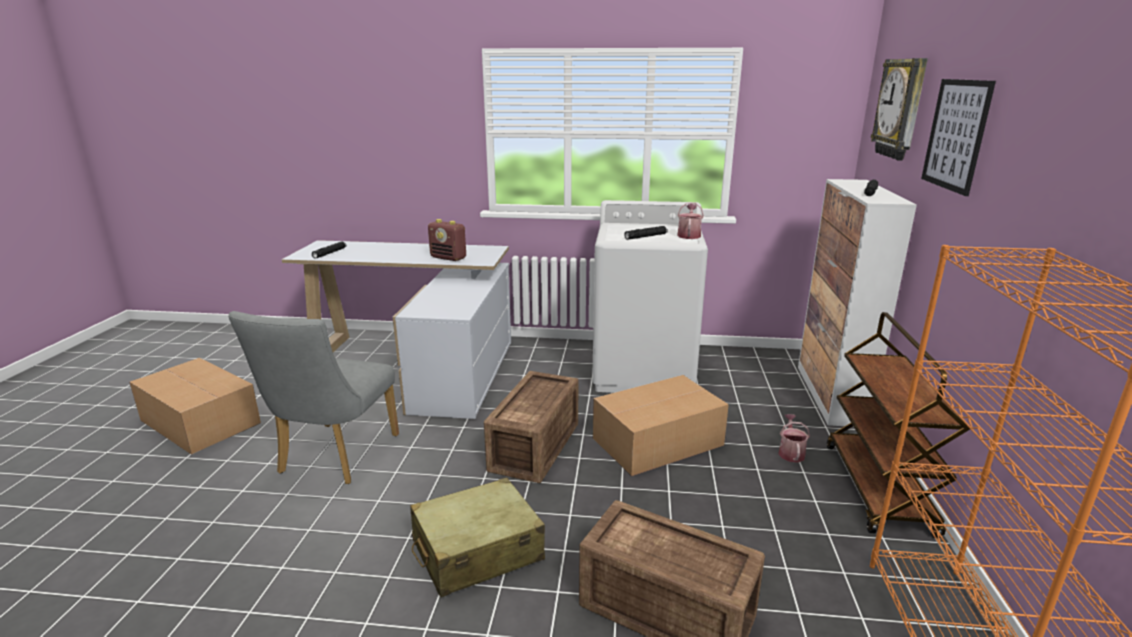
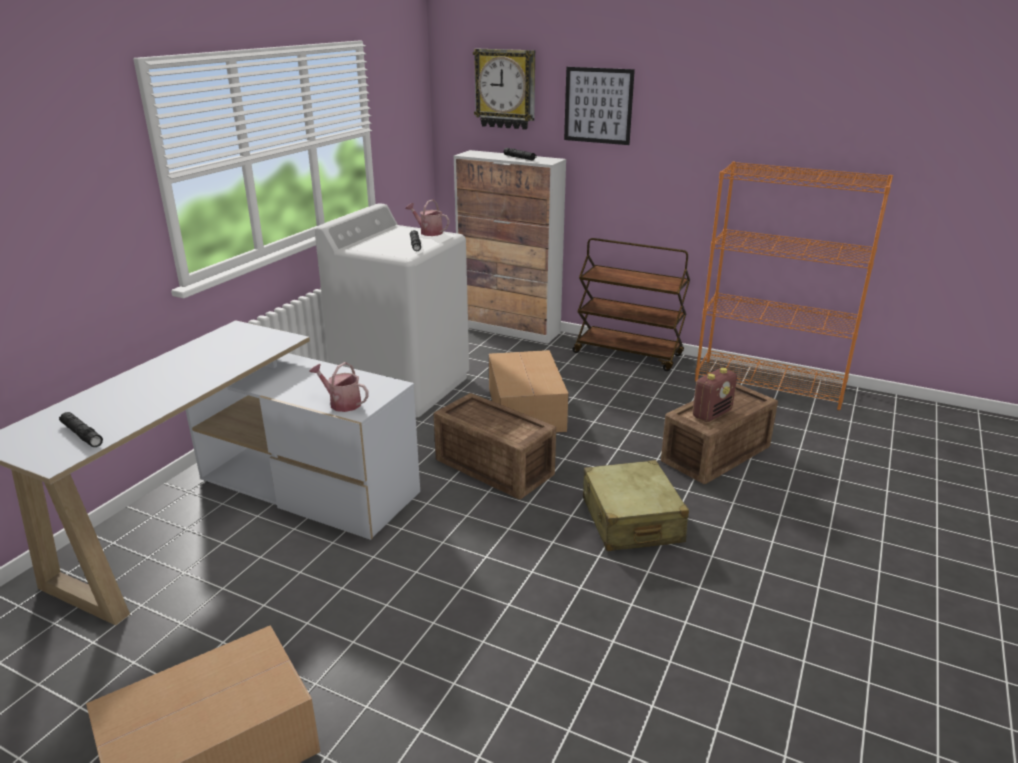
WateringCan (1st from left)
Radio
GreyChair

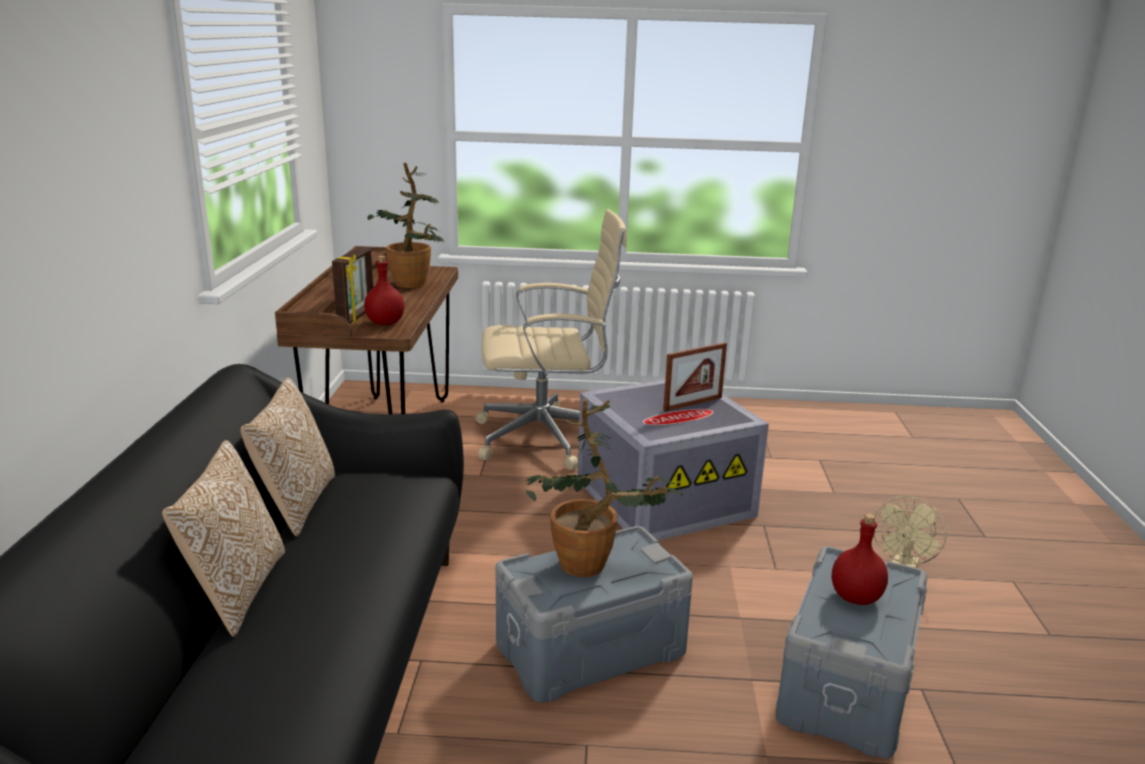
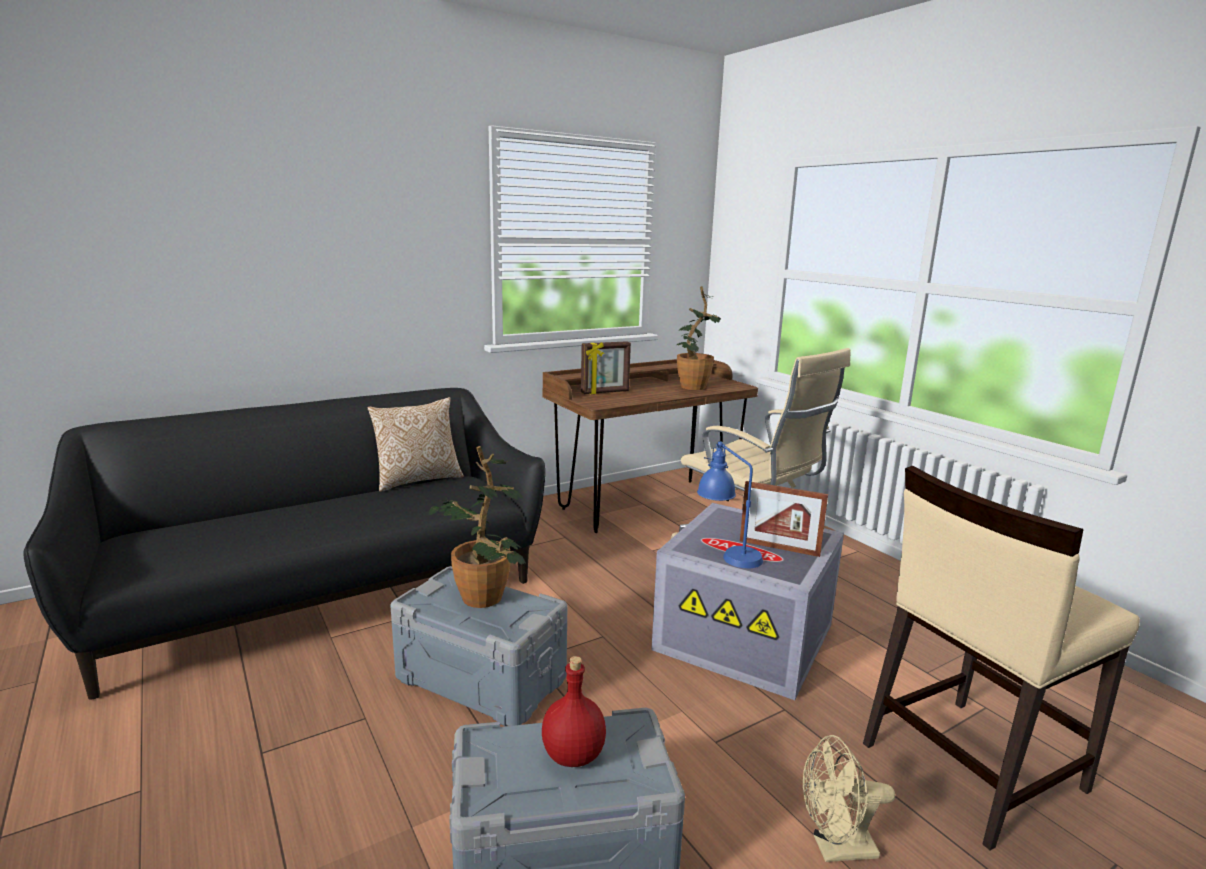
BlueTableLamp
BeigeChair
Pillow (1st from left in the first image)
RedBottle (1st from left in the first image)

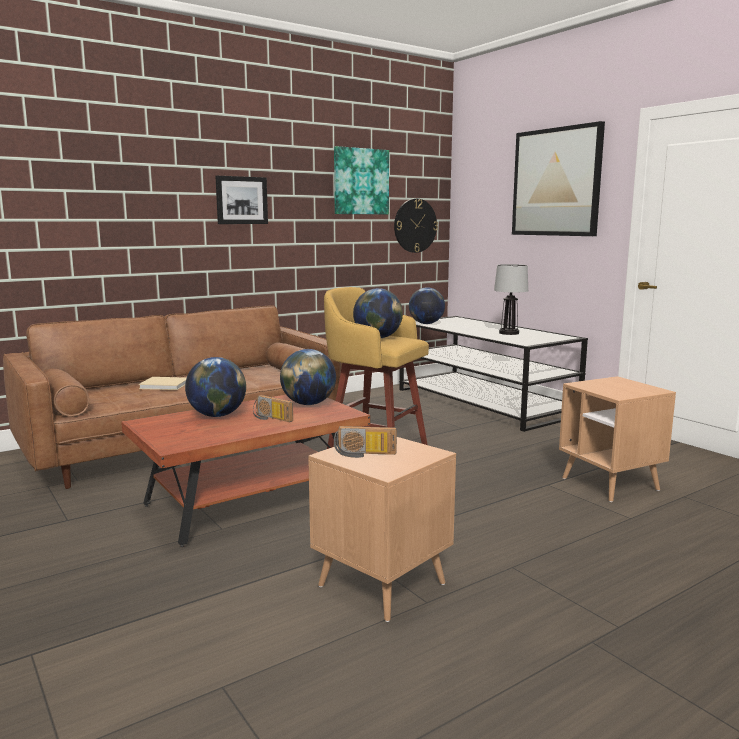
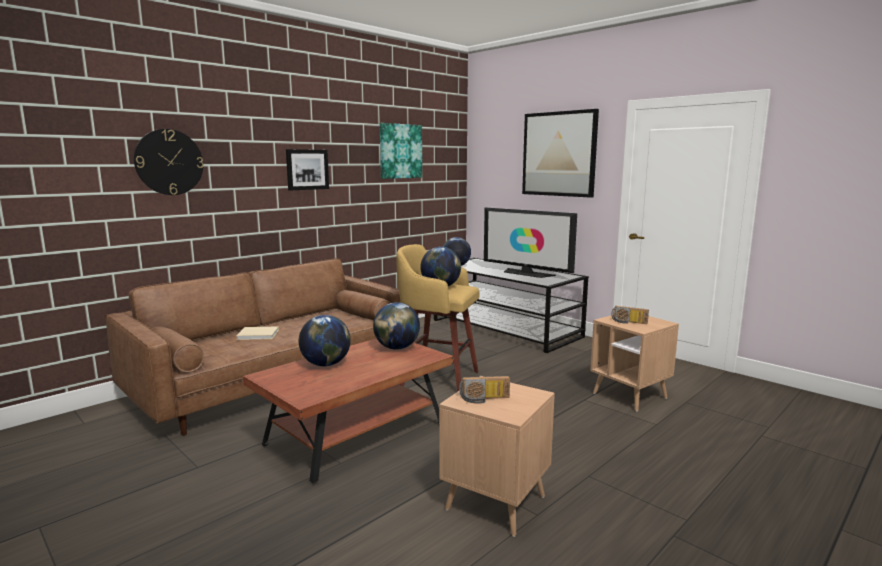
WallClock
Television
Radio (2nd from left)

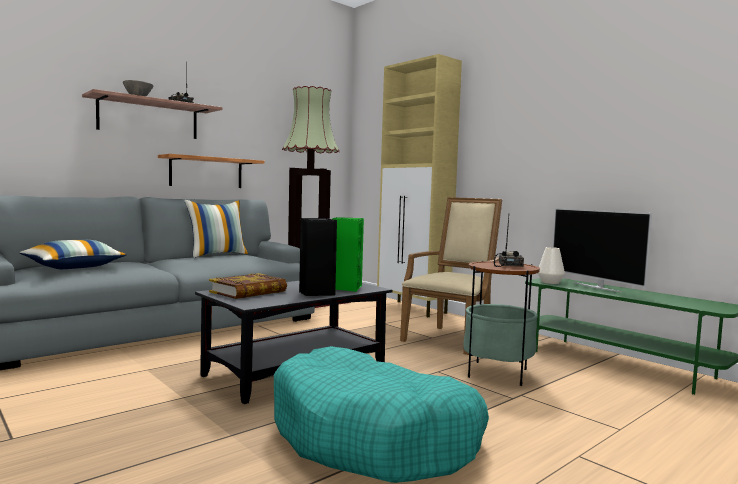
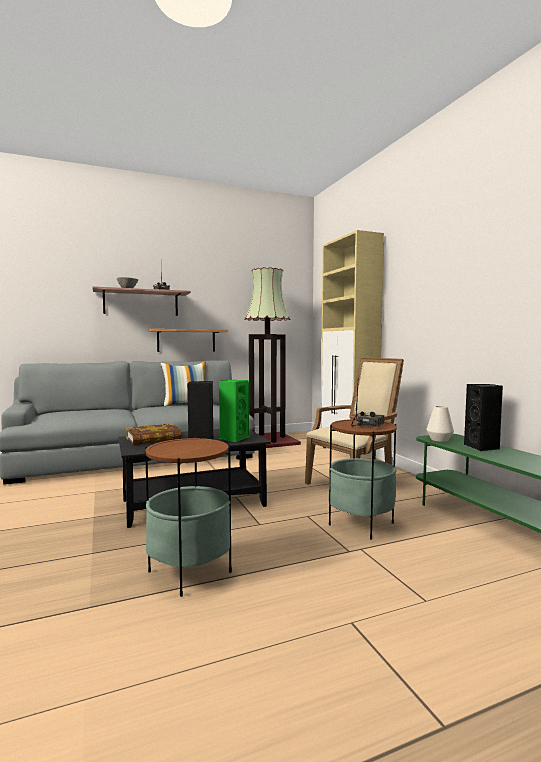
SideTable (1st from left)
BlackSpeaker (2nd from left)
Pillow (1st from left in the first image)

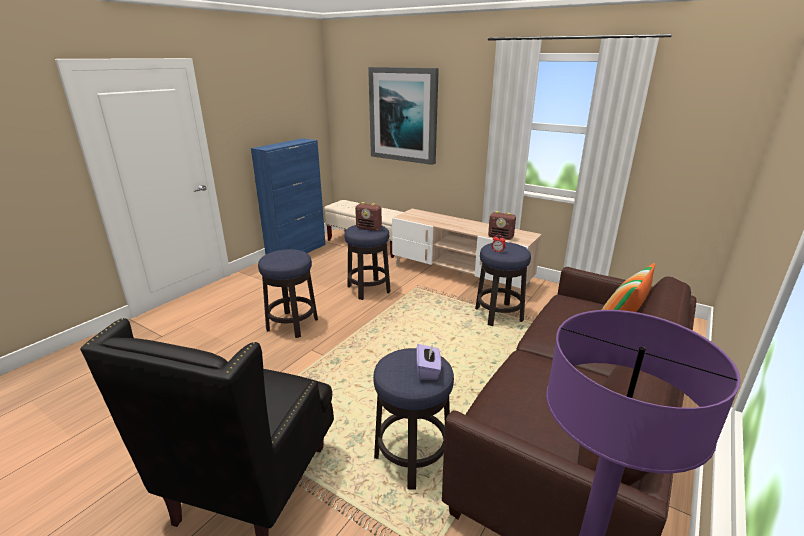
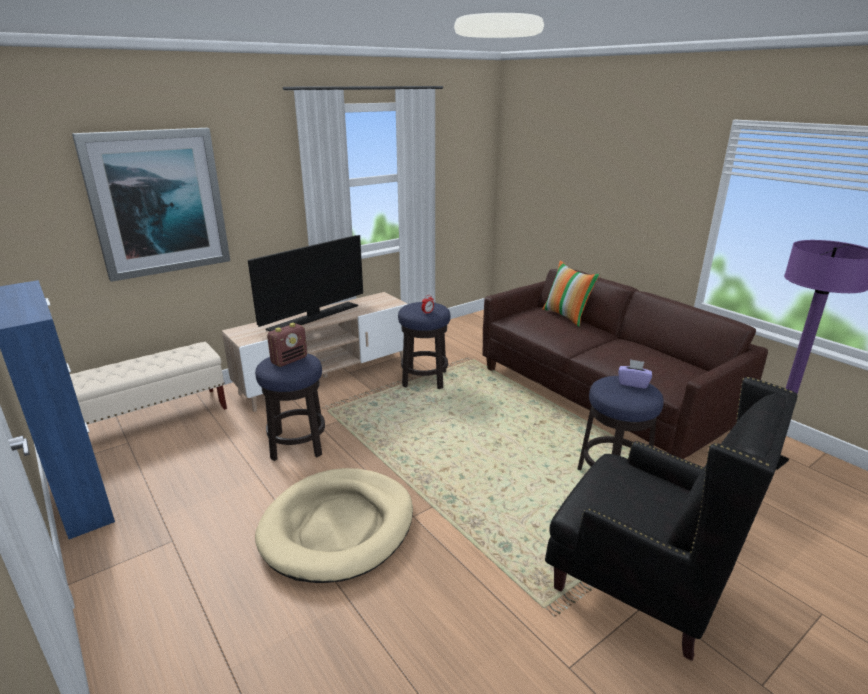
Television
BeigeDogBed
Radio (2nd from left in the first image)

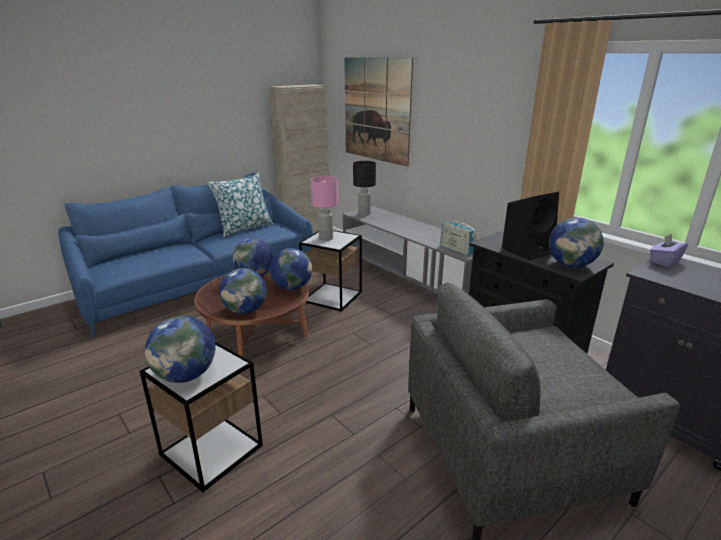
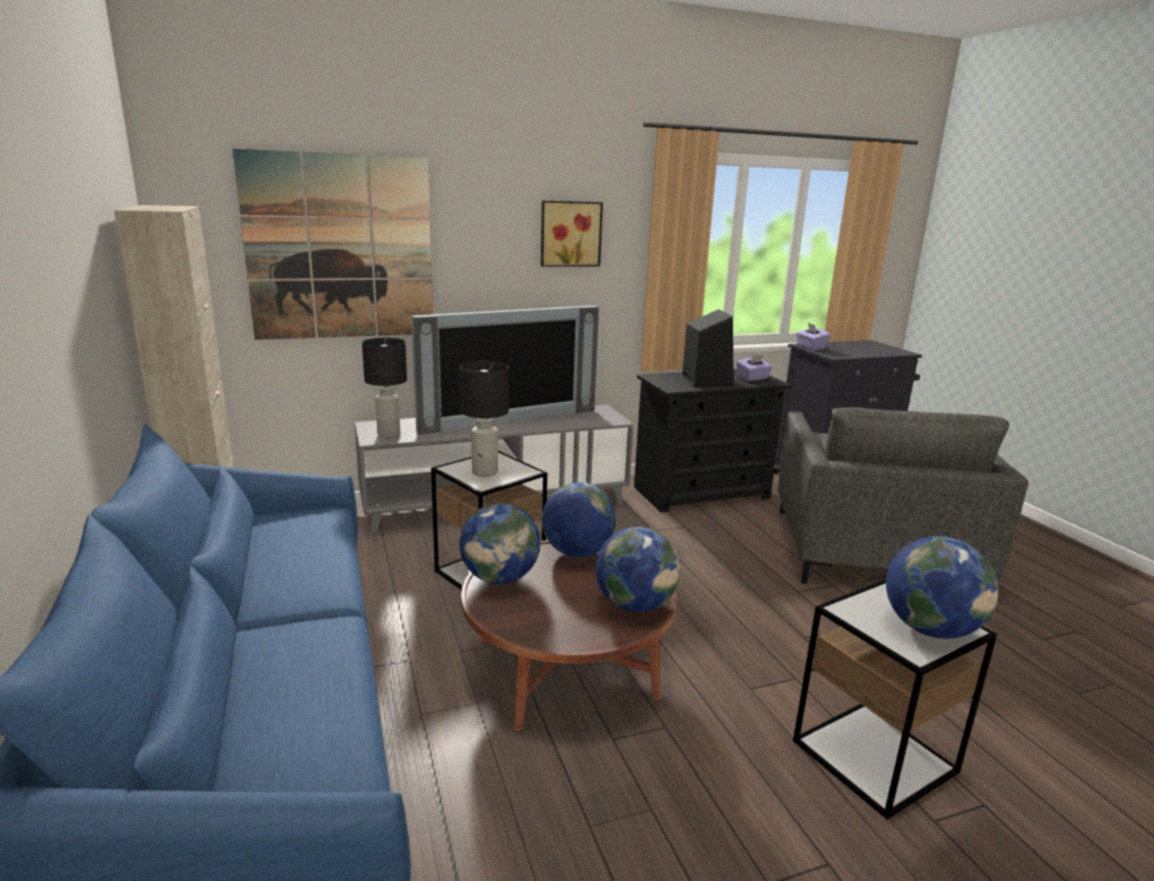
Television
BlackTableLamp (2nd from left)
Picture (2nd from left)
PurpleTissueBox (1st from left)
Pillow
Radio

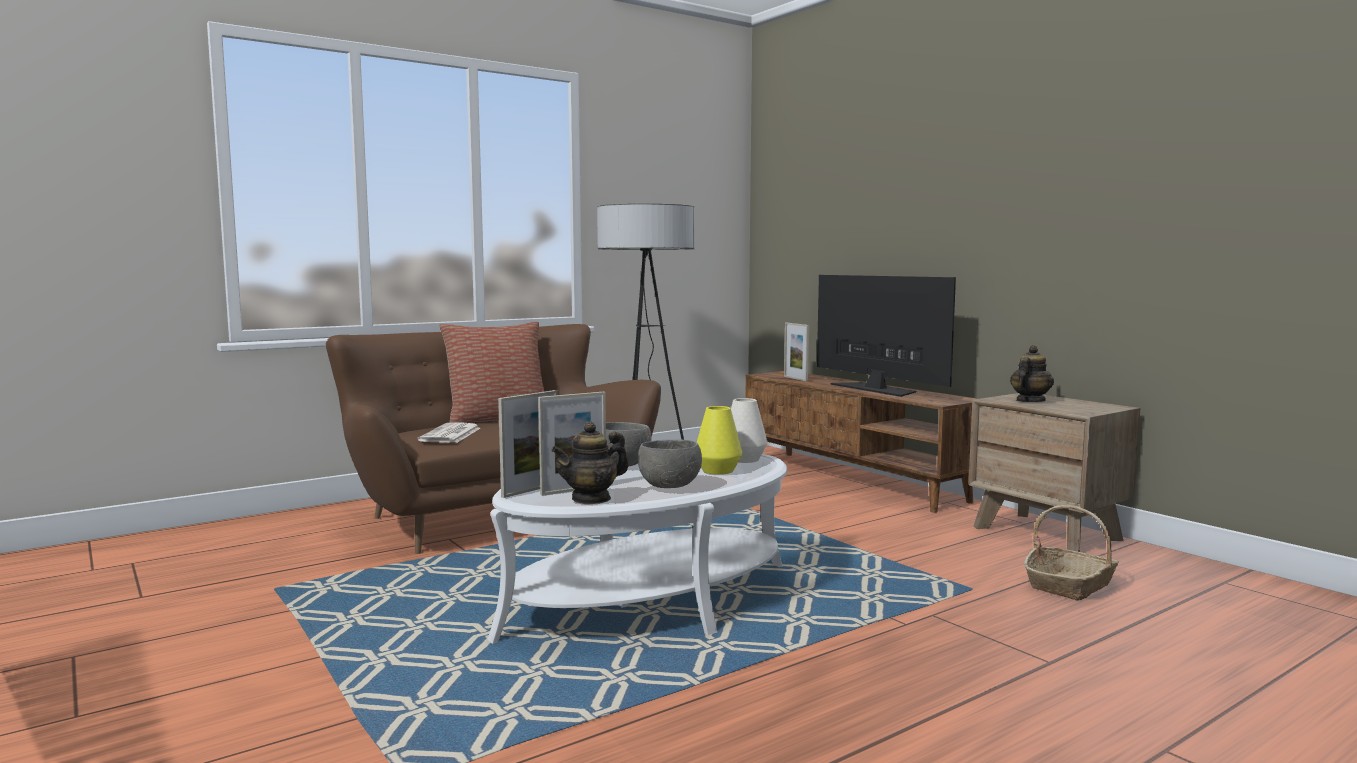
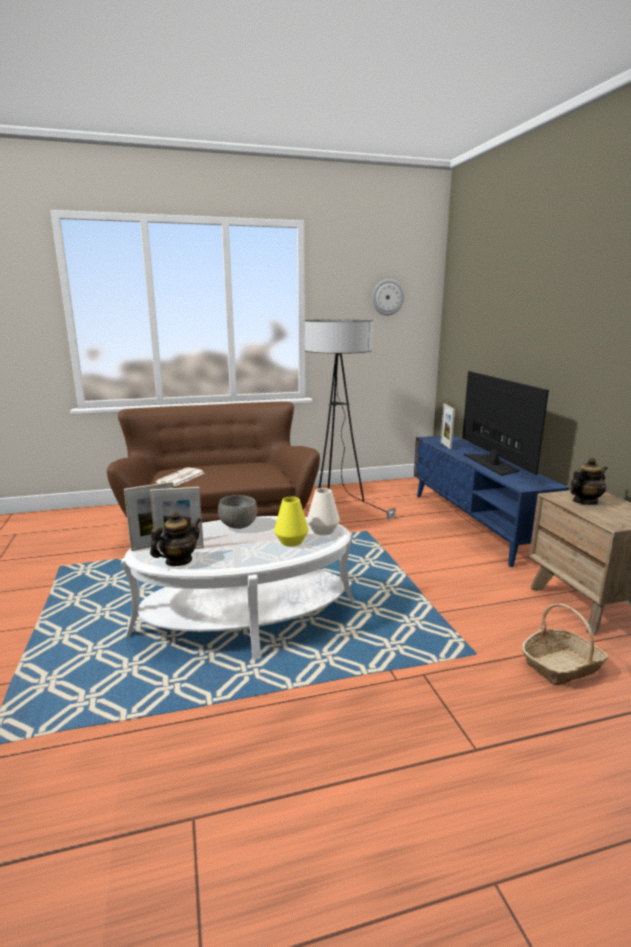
Teapot (1st from left)
WallClock
BlueTvStand
Pillow
GreyBowl (2nd from left in the first image)

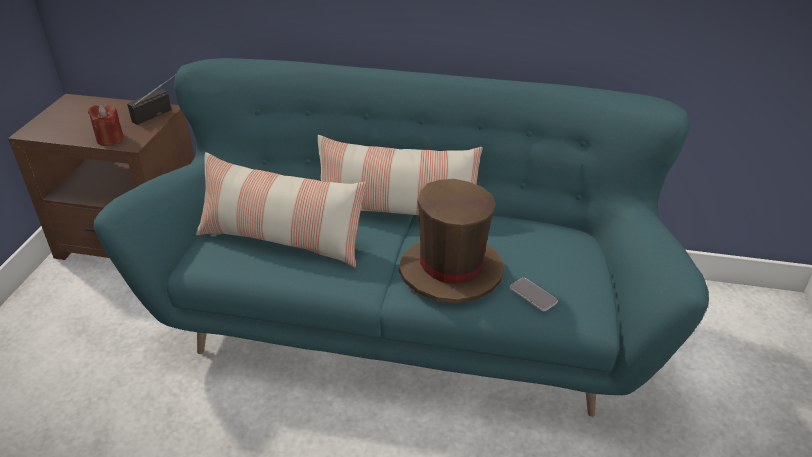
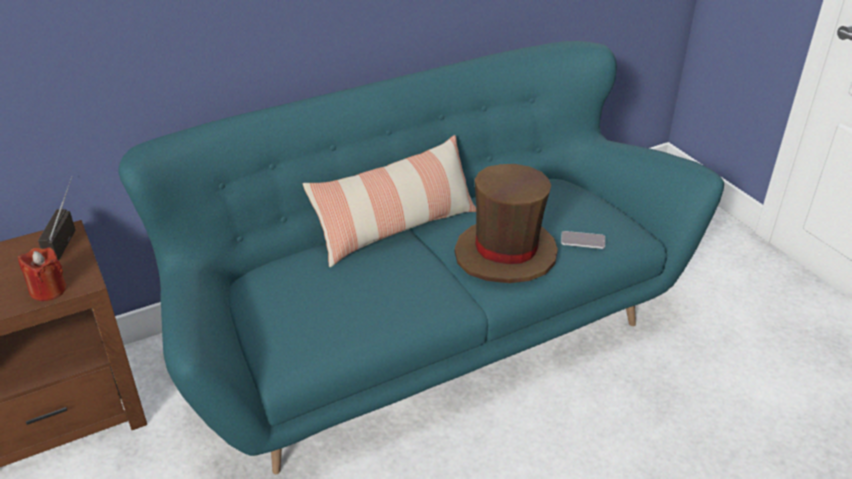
Pillow (1st from left in the first image)

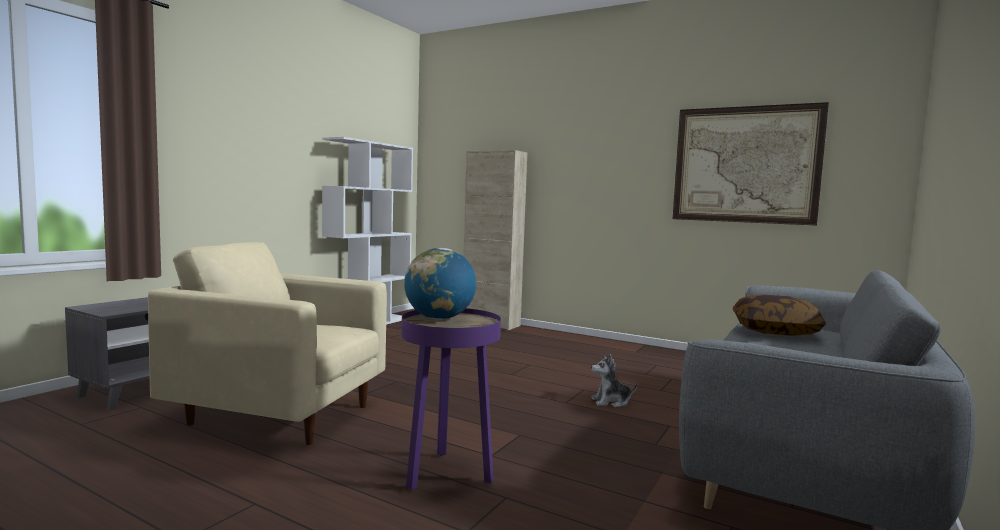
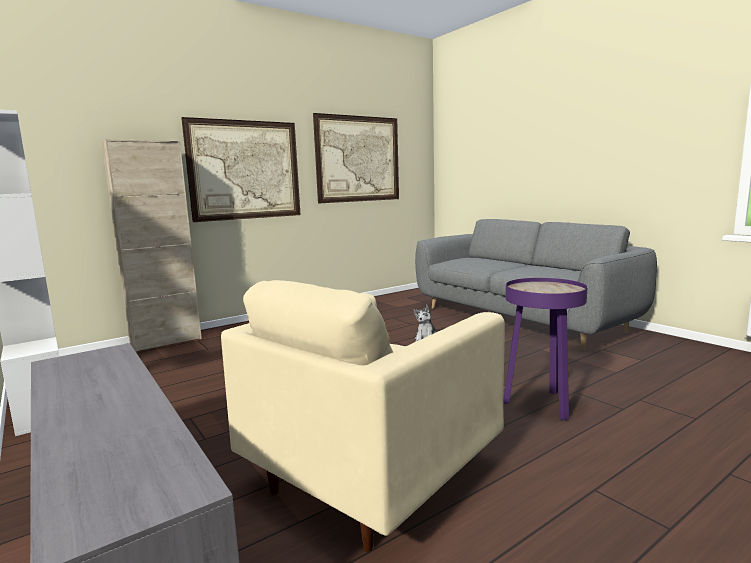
Picture (1st from left)
Globe
Pillow

